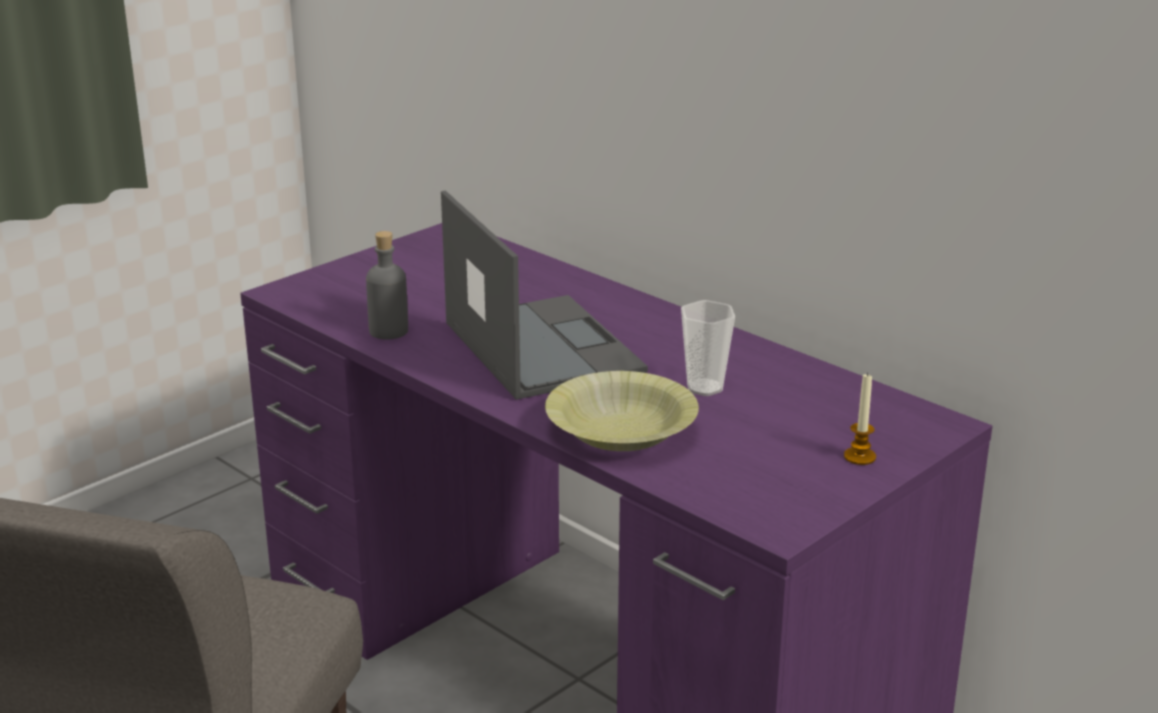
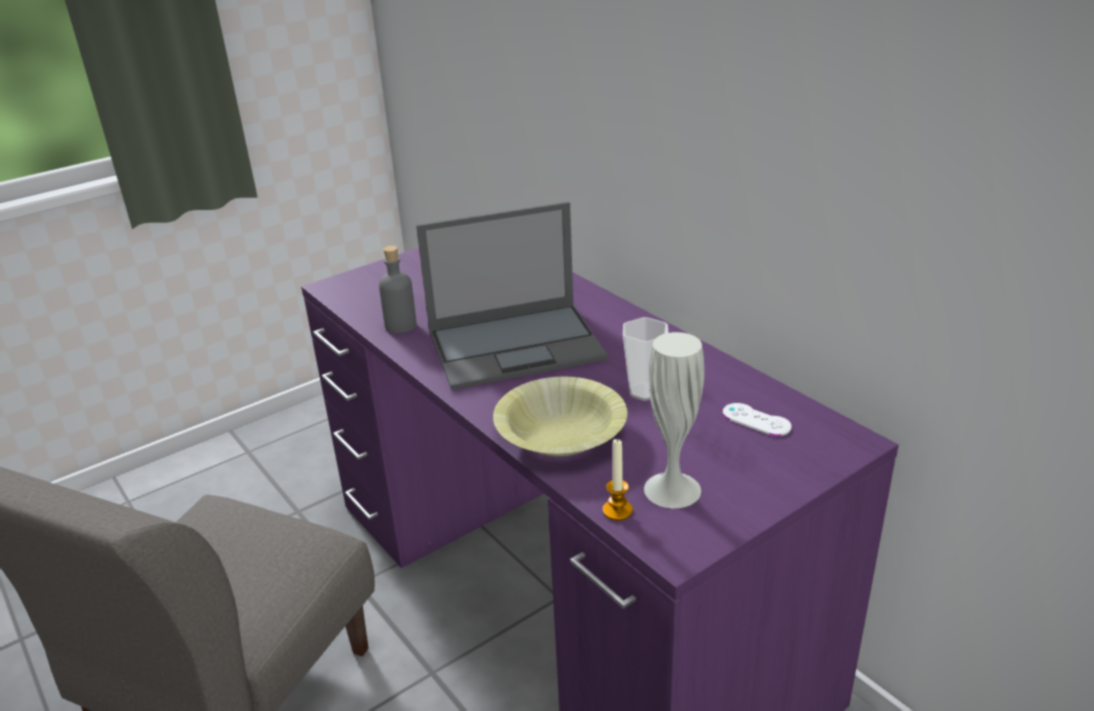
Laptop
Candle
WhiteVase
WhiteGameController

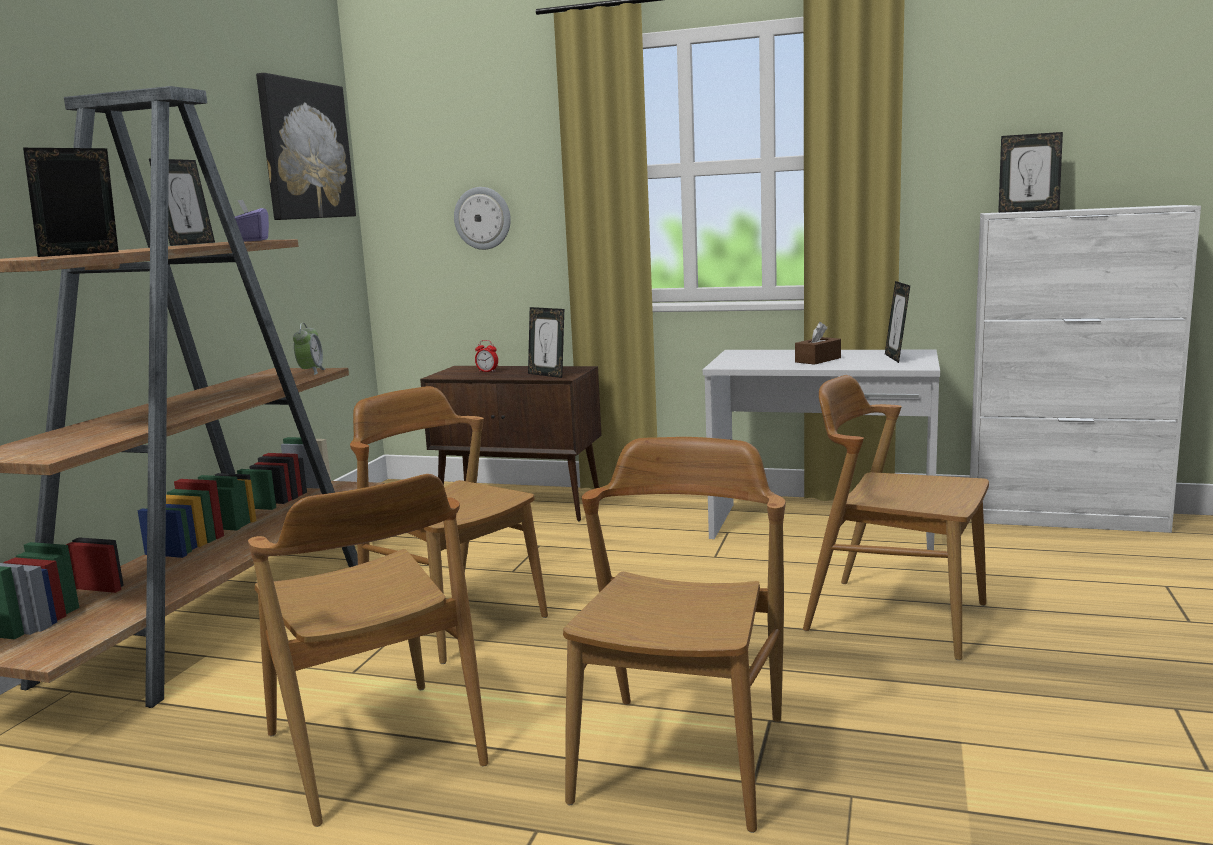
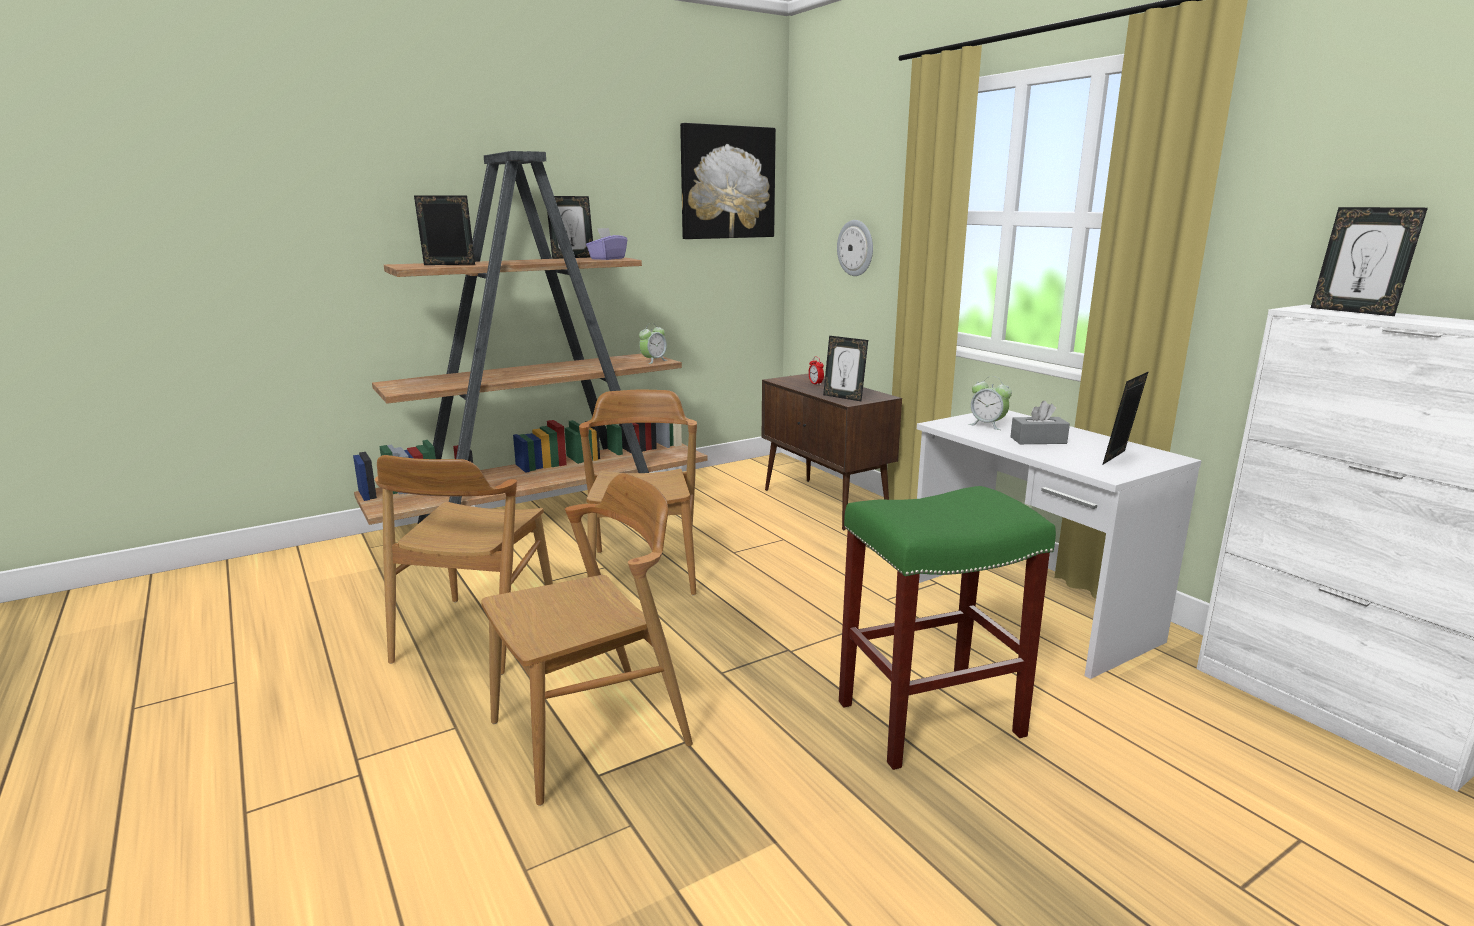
PictureFrame (3rd from left)
GreenStool
AlarmClock (3rd from left)
GreyTissueBox

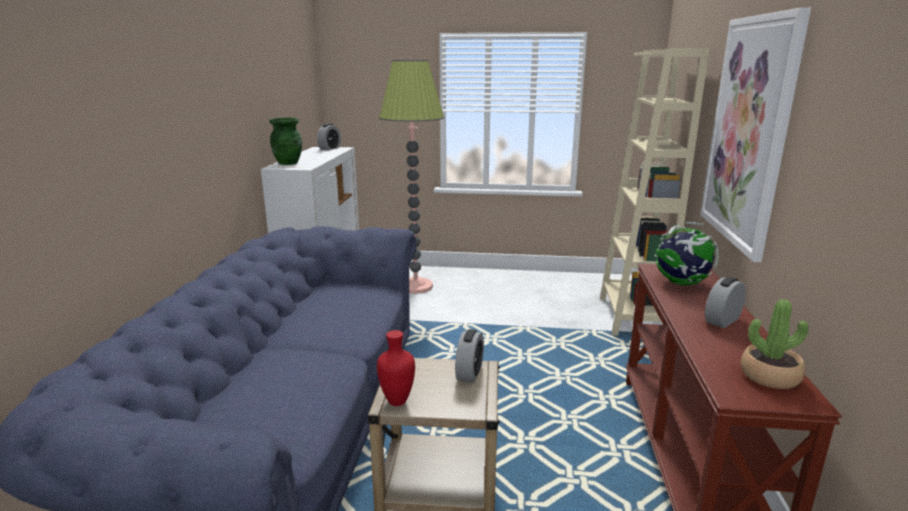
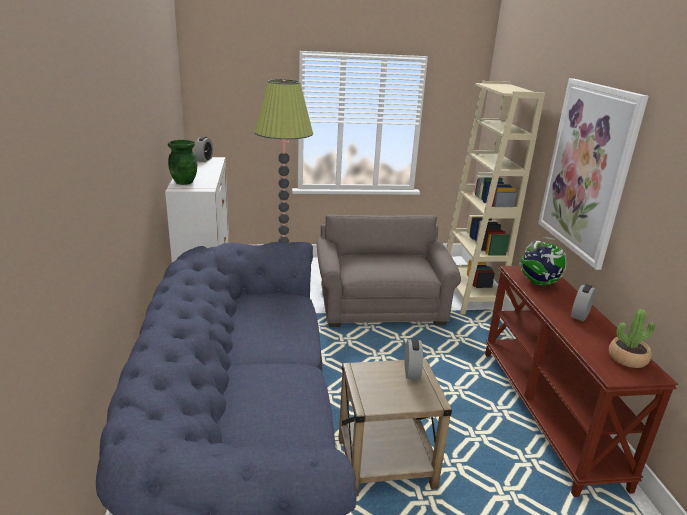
GreyArmchair
RedVase

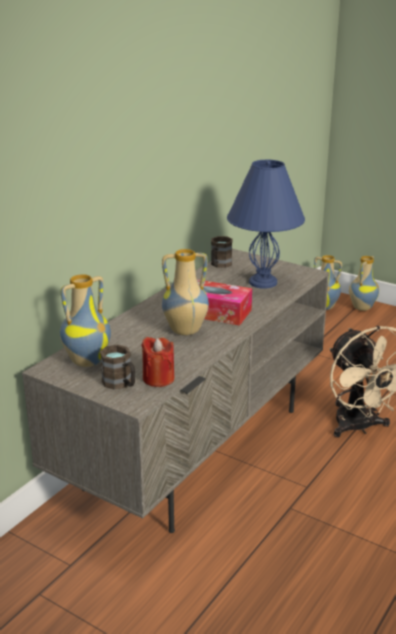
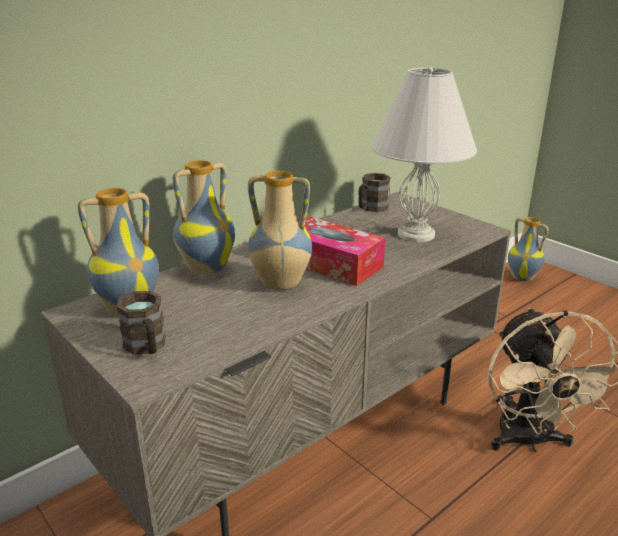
Vase (2nd from left)
WhiteTableLamp
RedCandle

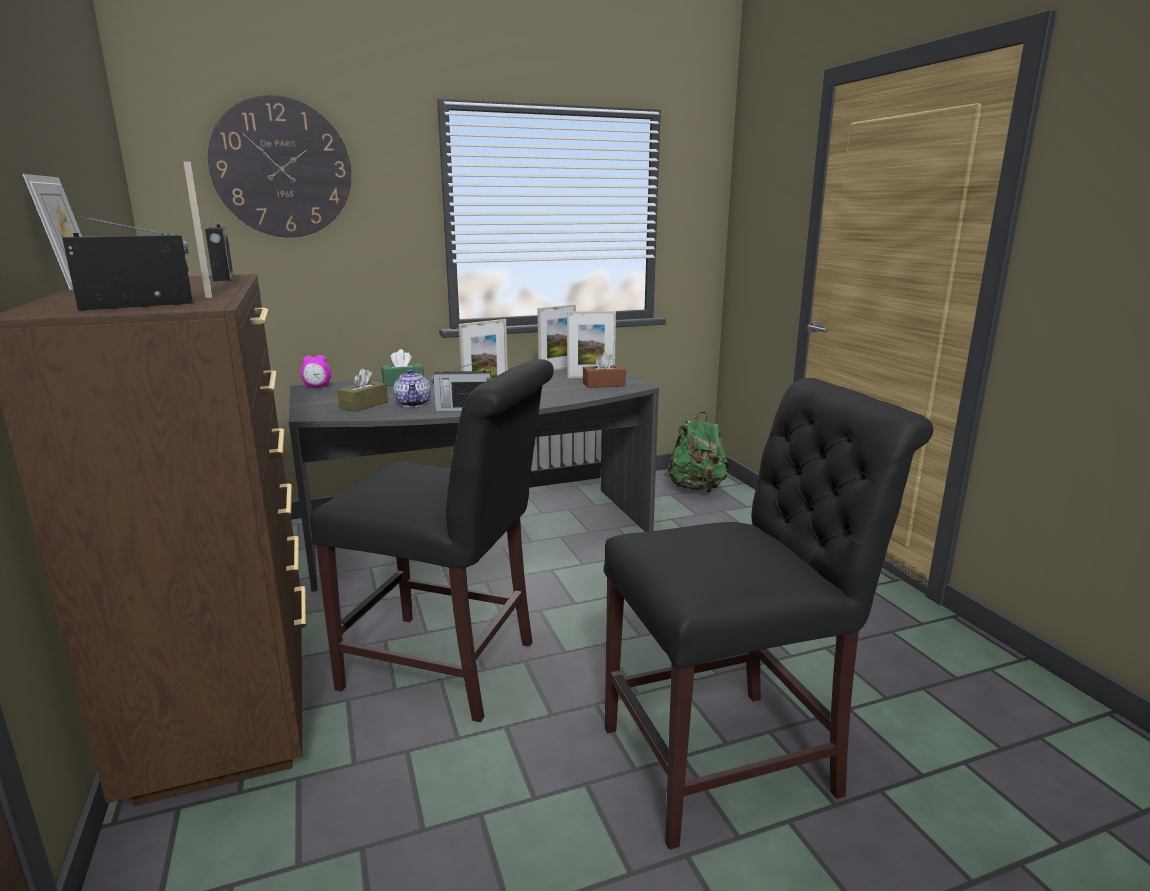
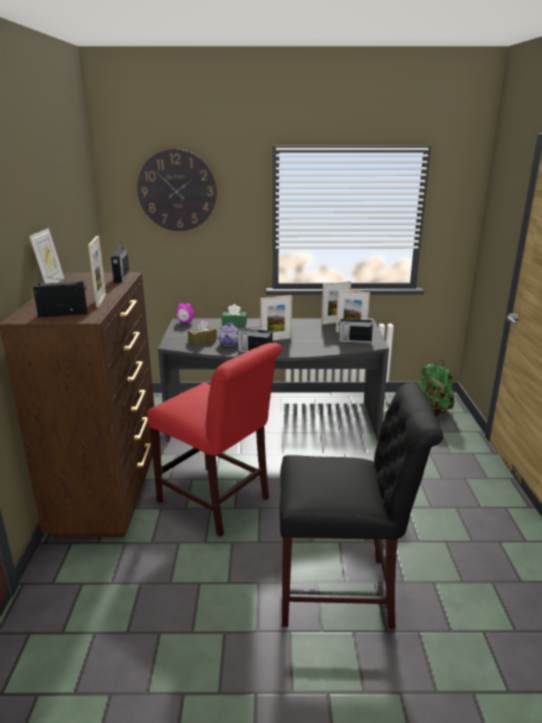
RedChair
Radio (4th from left)

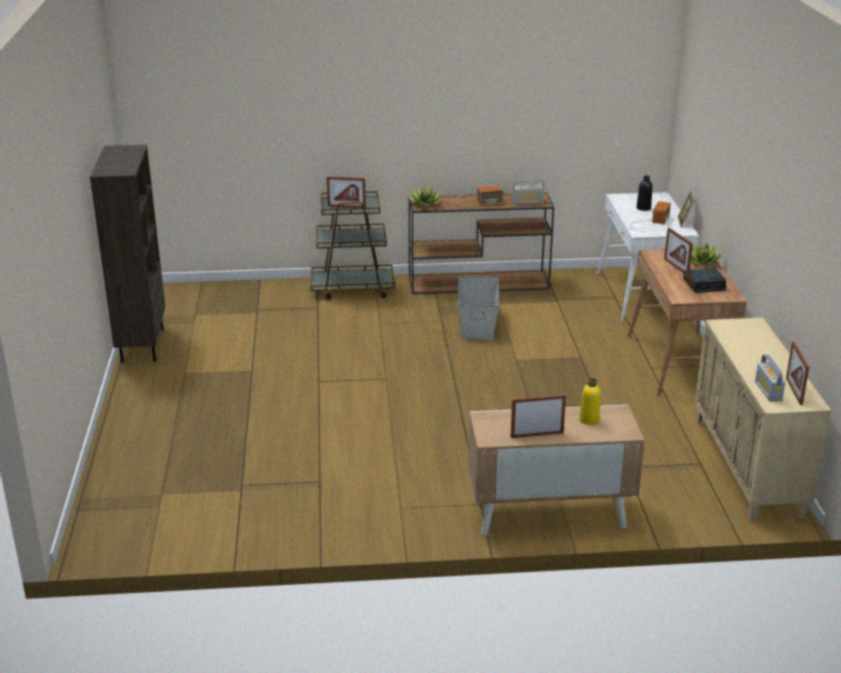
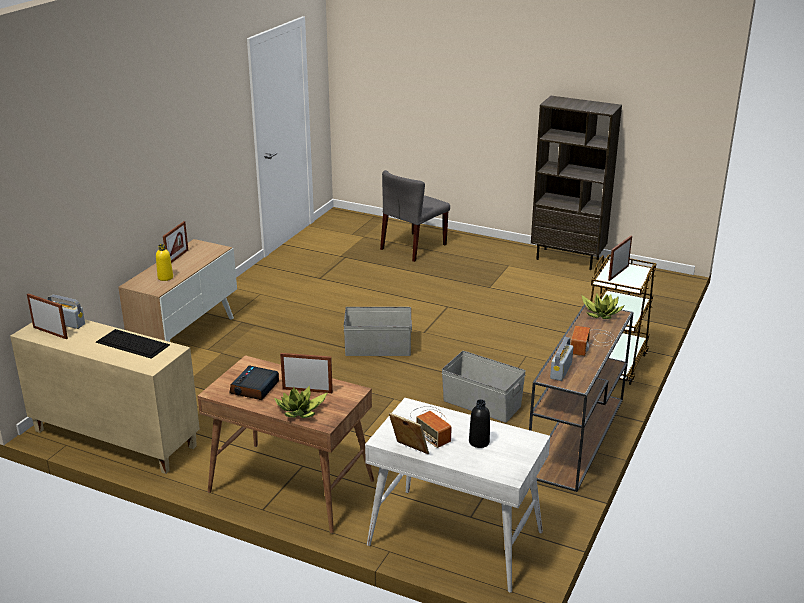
Keyboard
GreyStorageBox (1st from left)
GreyChair

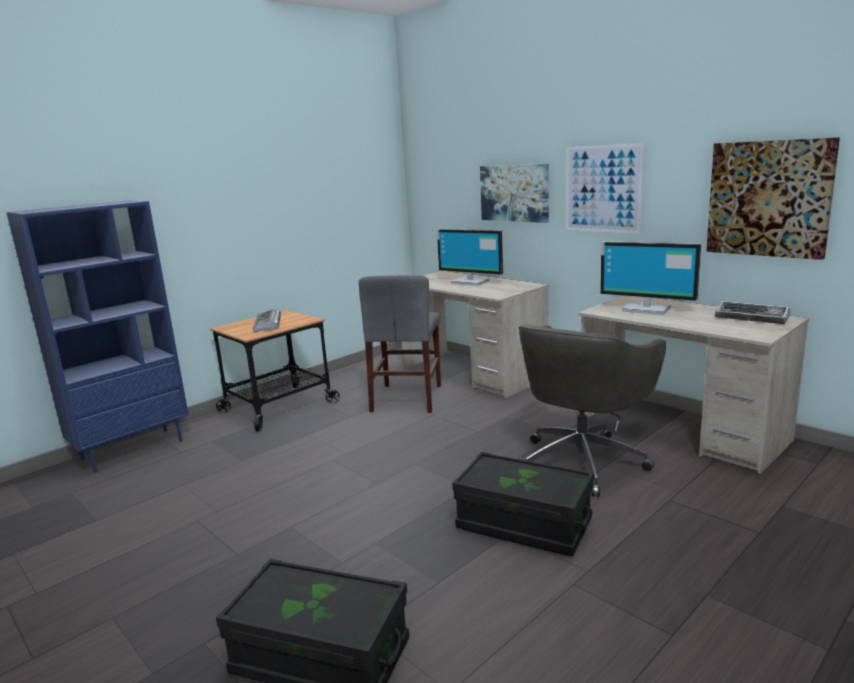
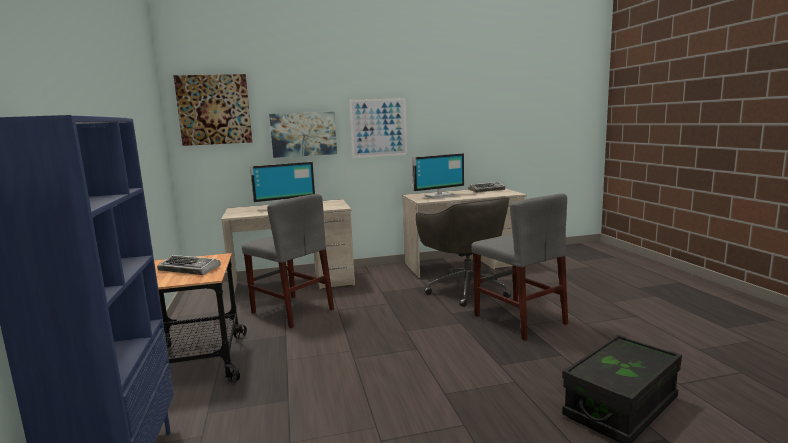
Picture (1st from left)
GreyChair (2nd from left)

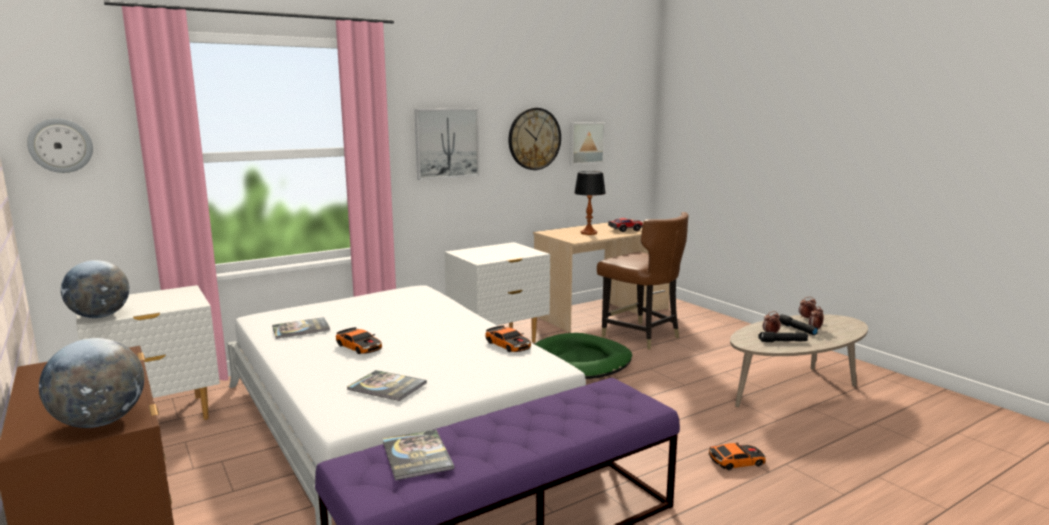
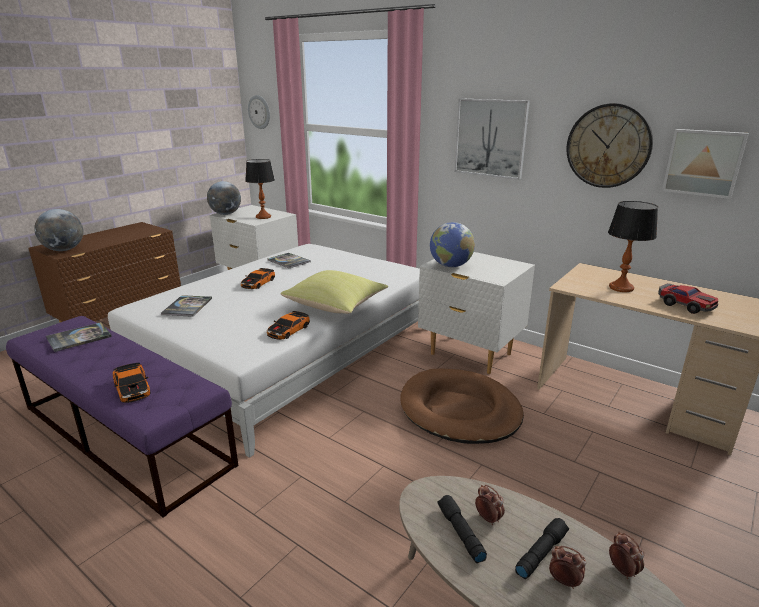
ToyCar (1st from left)
TableLamp (1st from left)
YellowPillow
BrownDogBed
Globe (3rd from left)
BrownChair

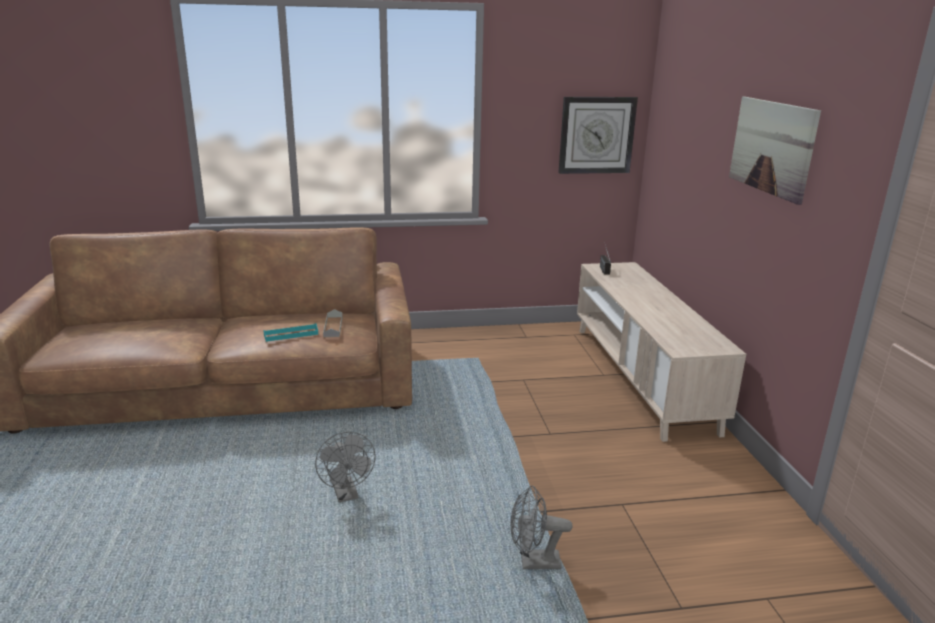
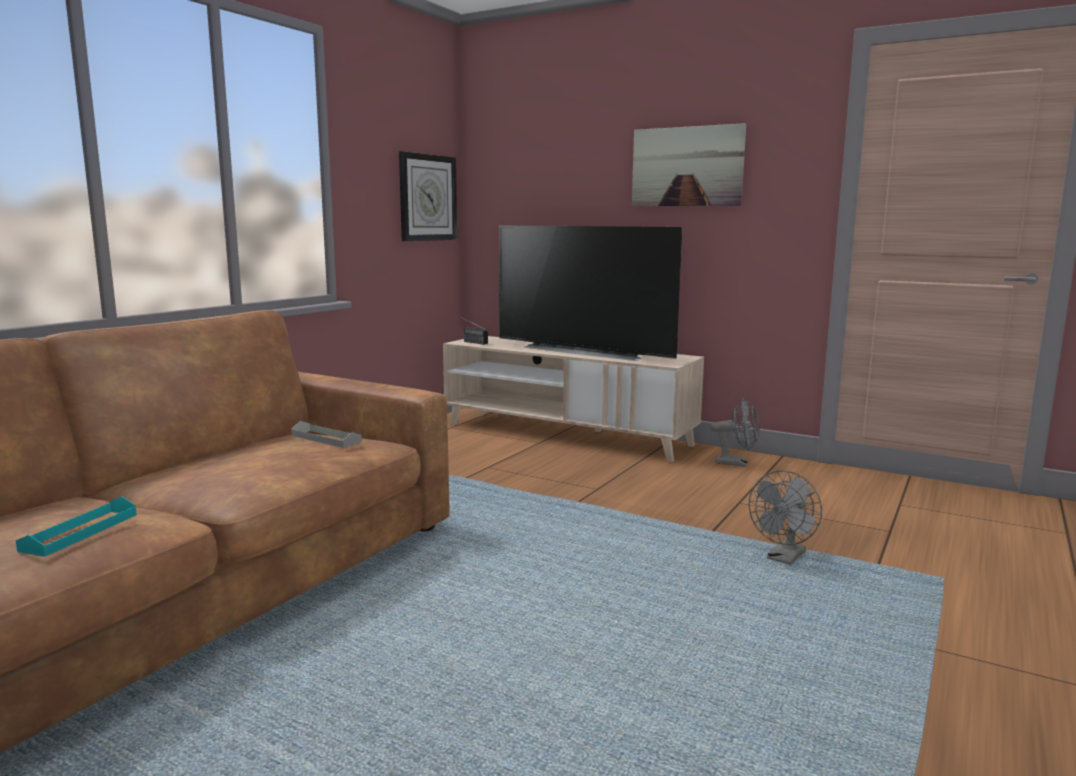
TurquoiseTray
Television
GreyFan (1st from left)

